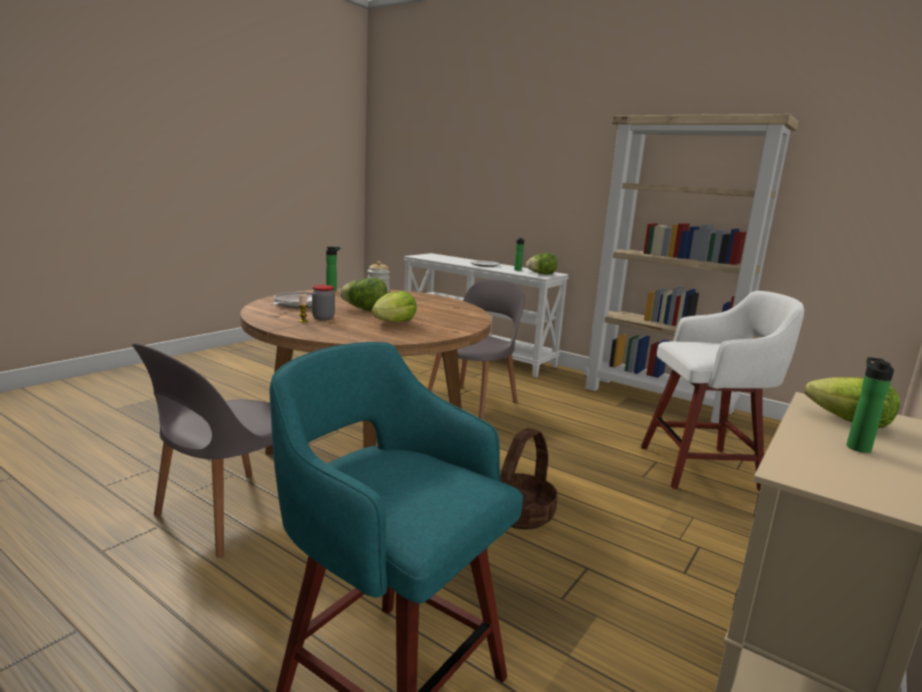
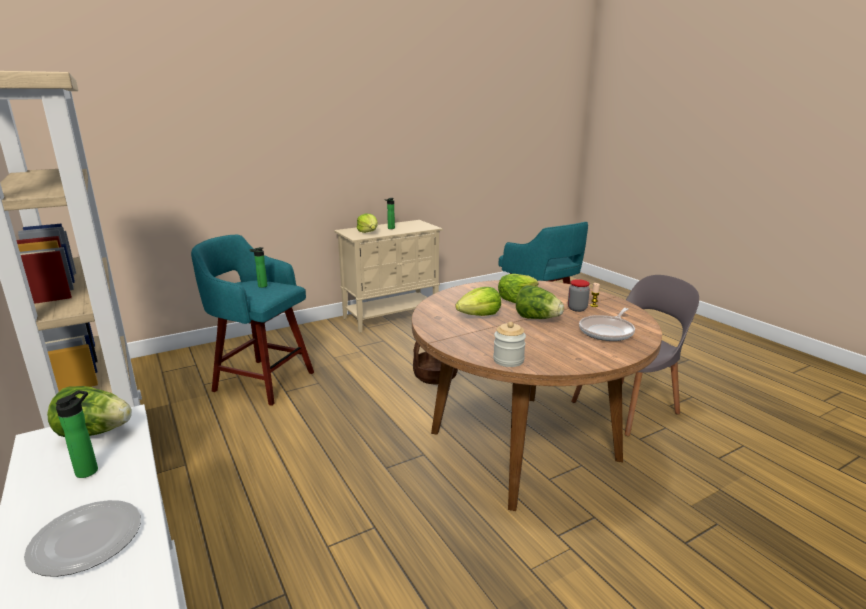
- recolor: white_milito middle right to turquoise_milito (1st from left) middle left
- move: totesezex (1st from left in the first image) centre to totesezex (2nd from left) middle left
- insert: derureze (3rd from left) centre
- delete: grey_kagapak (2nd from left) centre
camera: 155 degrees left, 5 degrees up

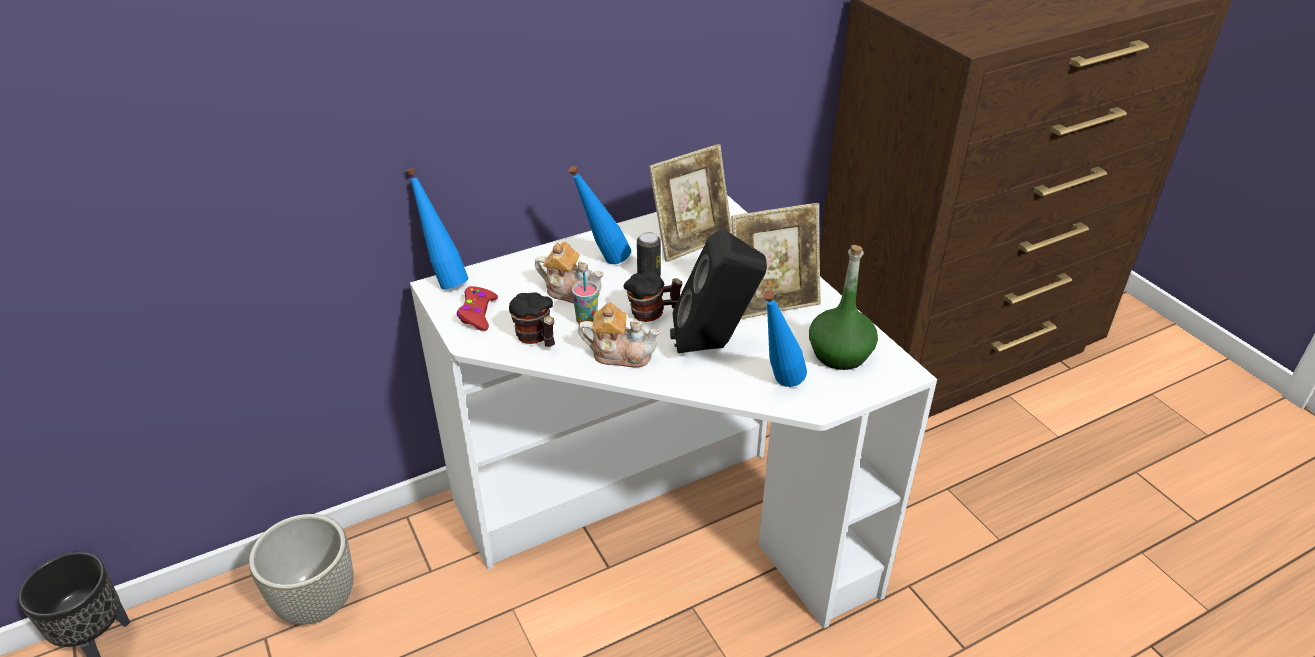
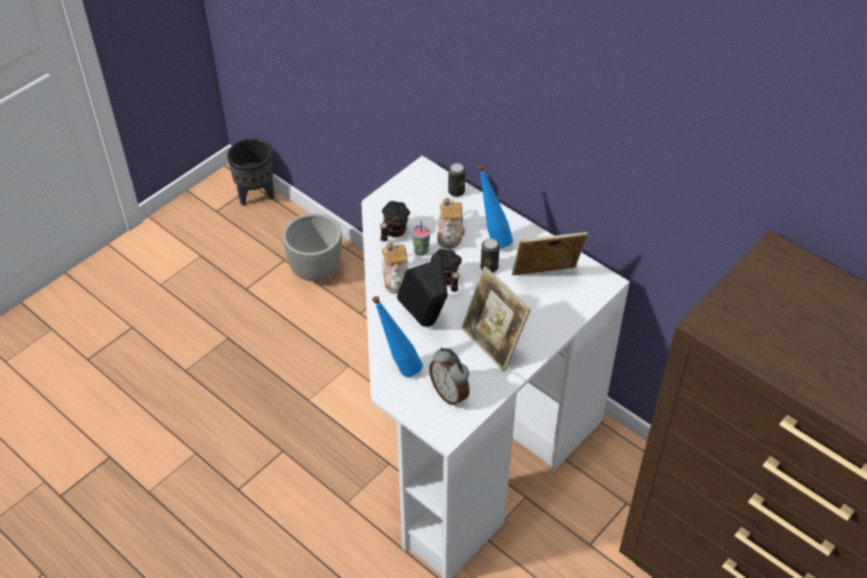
- replace: green_totesezex centre to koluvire centre
- insert: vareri (1st from left) top centre
- rotate: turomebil (1st from left in the first image) top centre = centre 135 degrees clockwise
- delete: blue_totesezex (1st from left) middle left
- delete: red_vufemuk centre
camera: 70 degrees right, 10 degrees up

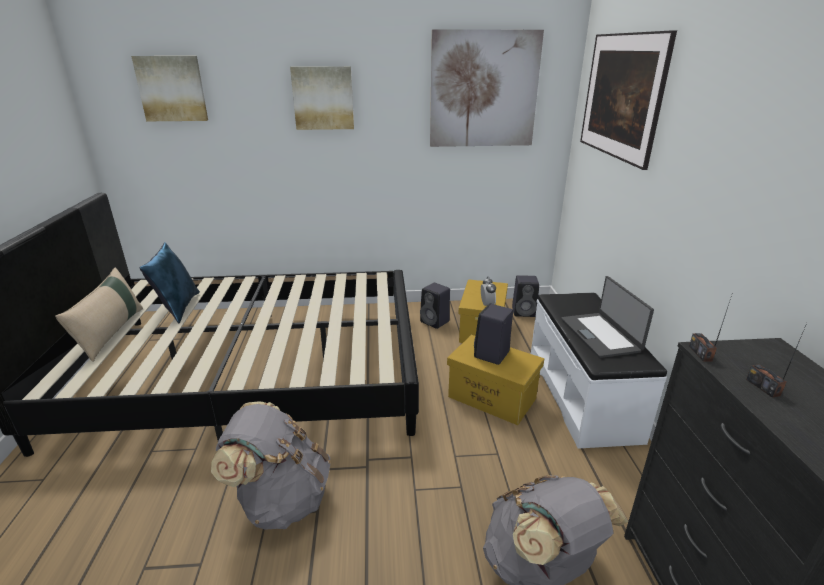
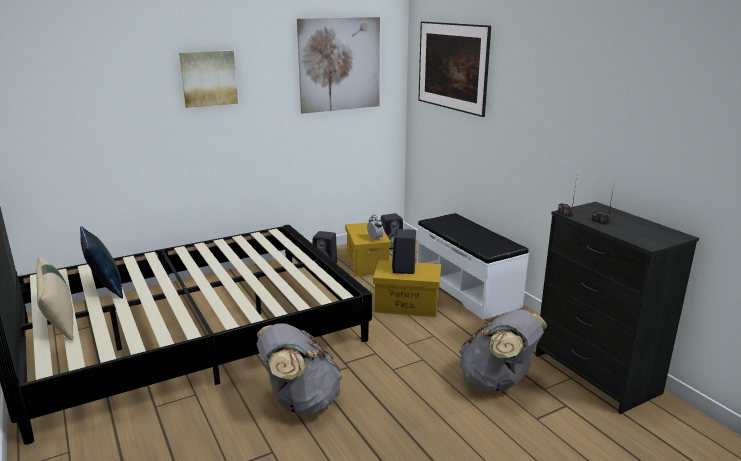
- delete: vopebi (1st from left) top left
- delete: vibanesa middle right
camera: 25 degrees left, 5 degrees down

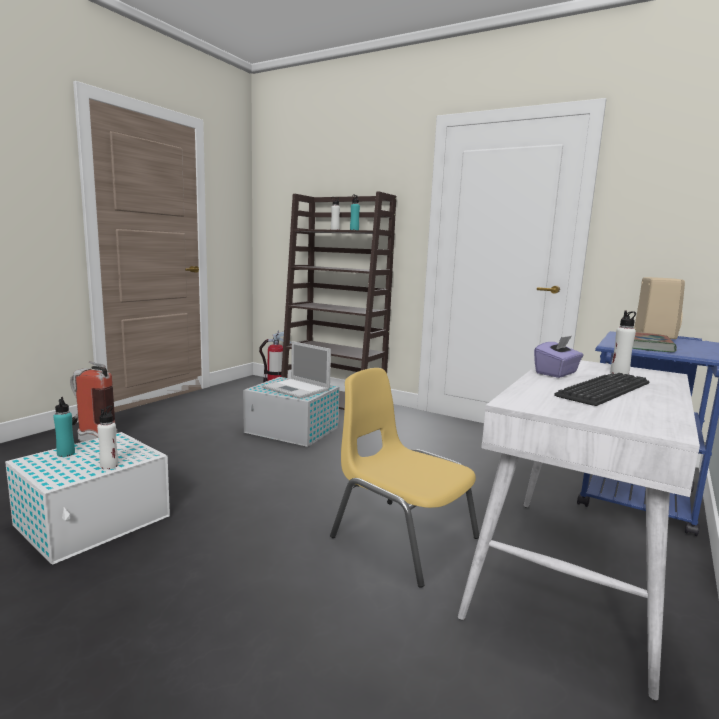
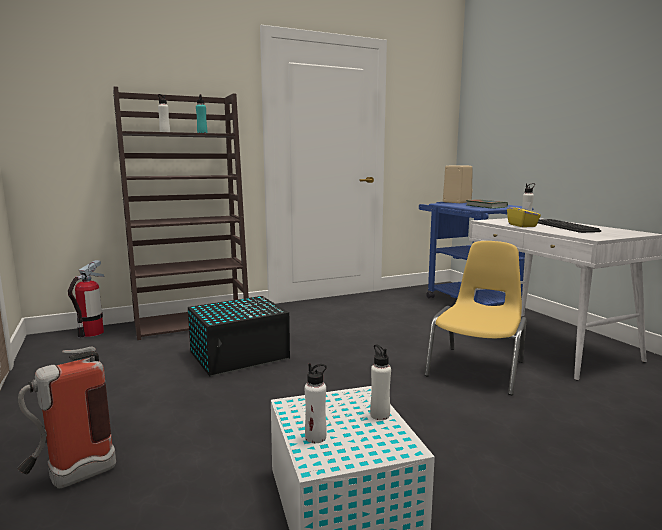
- recolor: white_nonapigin (2nd from left) centre to black_nonapigin centre
- recolor: turquoise_totesezex (1st from left) middle left to white_totesezex (2nd from left) bottom centre
- rotate: yellow_kagapak centre = middle right 135 degrees clockwise
- recolor: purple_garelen middle right to yellow_garelen middle right
- delete: vibanesa centre
camera: 55 degrees left, 0 degrees up

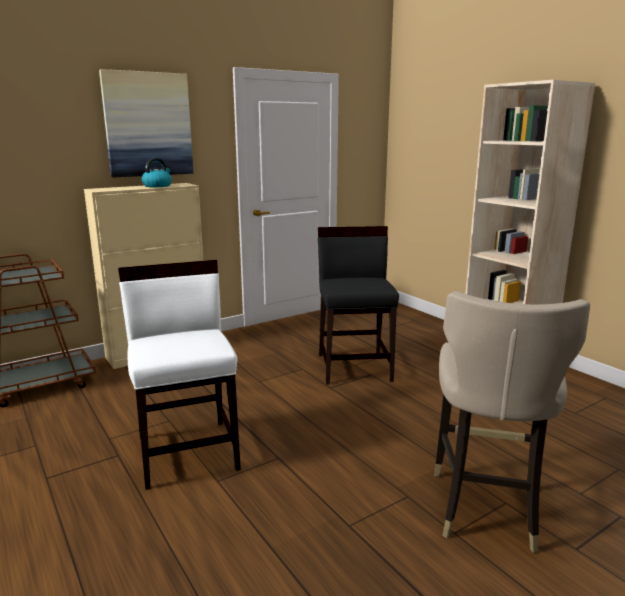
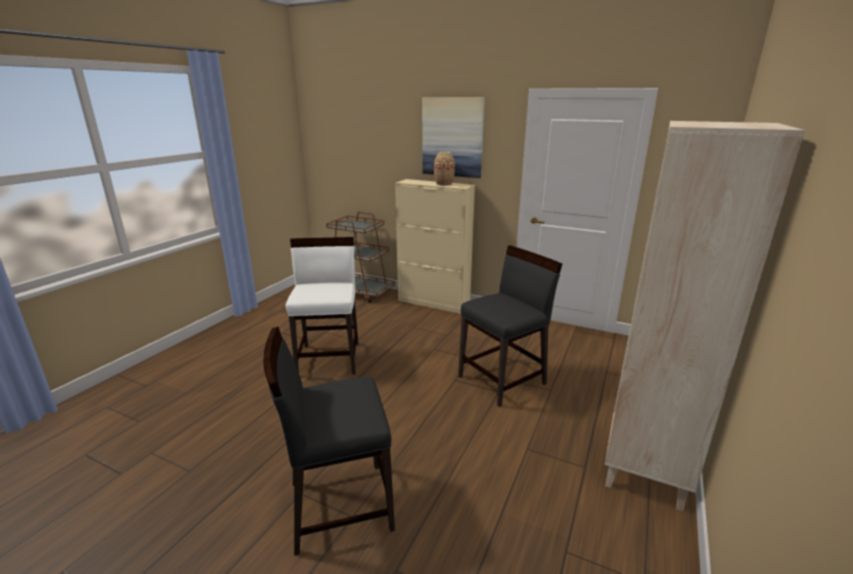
- replace: beige_milito bottom right to black_kagapak (1st from left) bottom centre
- rotate: white_kagapak middle left = centre 45 degrees counterclockwise
- replace: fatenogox top left to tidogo top centre
camera: 60 degrees right, 5 degrees up

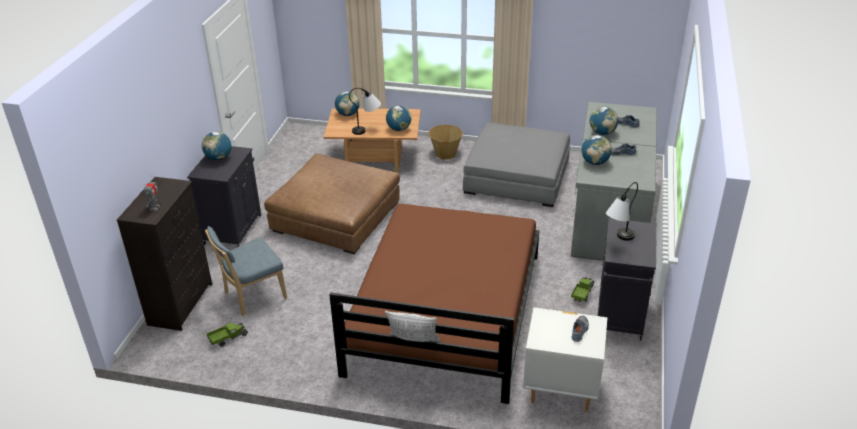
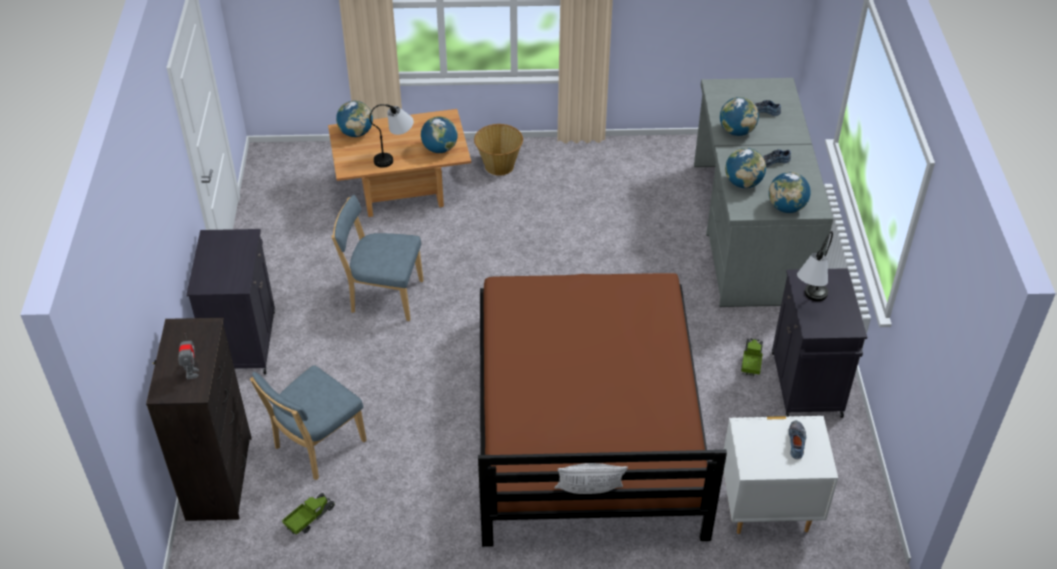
- replace: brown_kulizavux centre to blue_kagapak (2nd from left) centre
- move: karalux (1st from left in the first image) middle left to karalux (5th from left) middle right
- delete: grey_kulizavux centre
camera: 15 degrees left, 10 degrees up

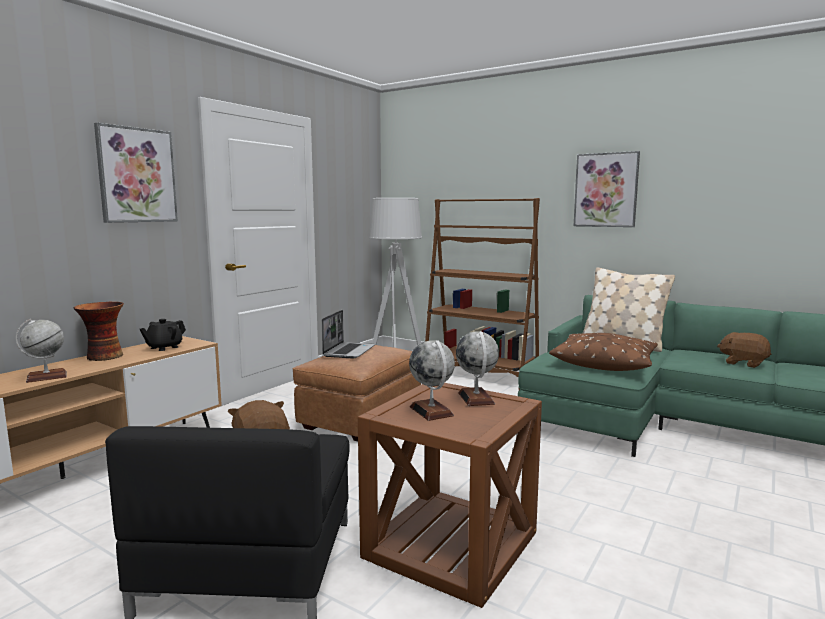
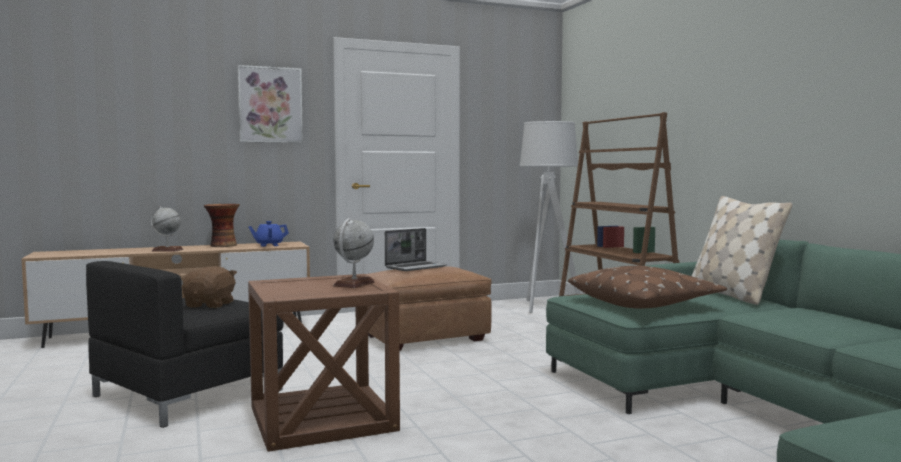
- recolor: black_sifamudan middle left to blue_sifamudan middle left
- delete: karalux (2nd from left) centre
- delete: vopebi (2nd from left) top right
- delete: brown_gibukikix (2nd from left) middle right
camera: 35 degrees right, 5 degrees down

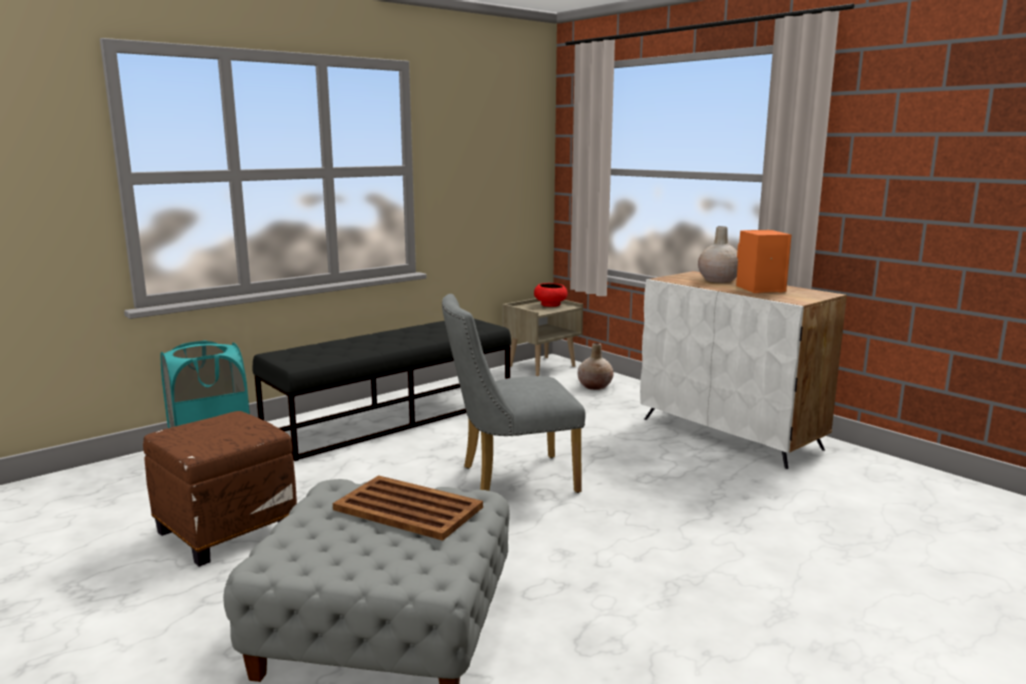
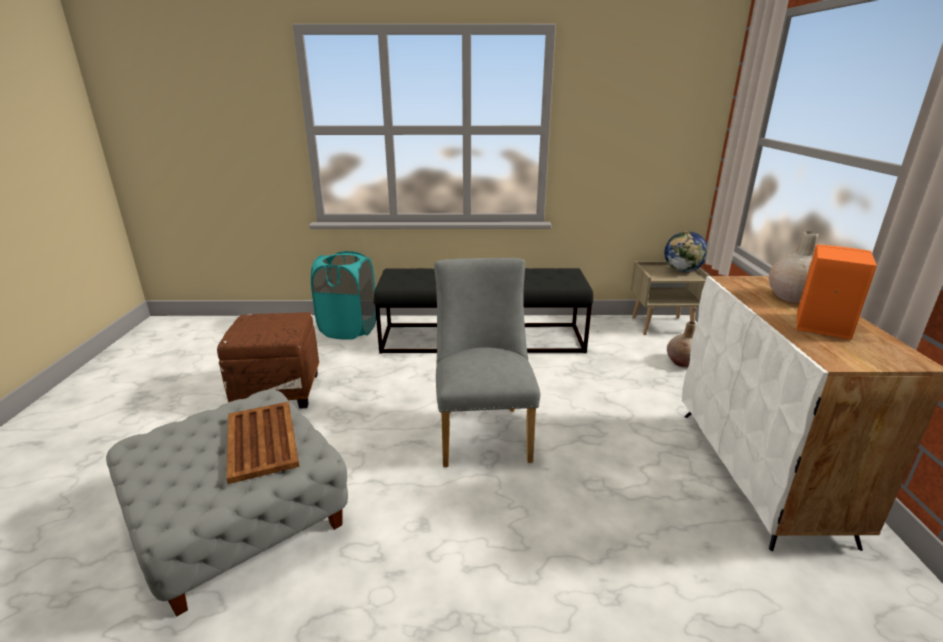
- rotate: grey_kagapak centre = centre 60 degrees clockwise
- replace: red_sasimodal centre to karalux middle right
camera: 40 degrees right, 10 degrees up

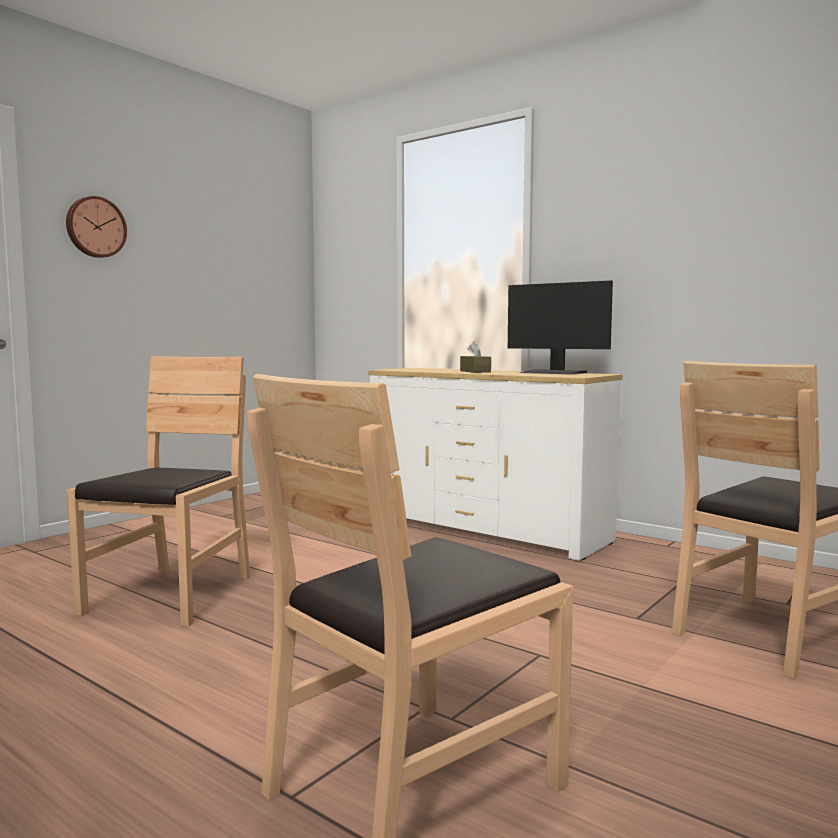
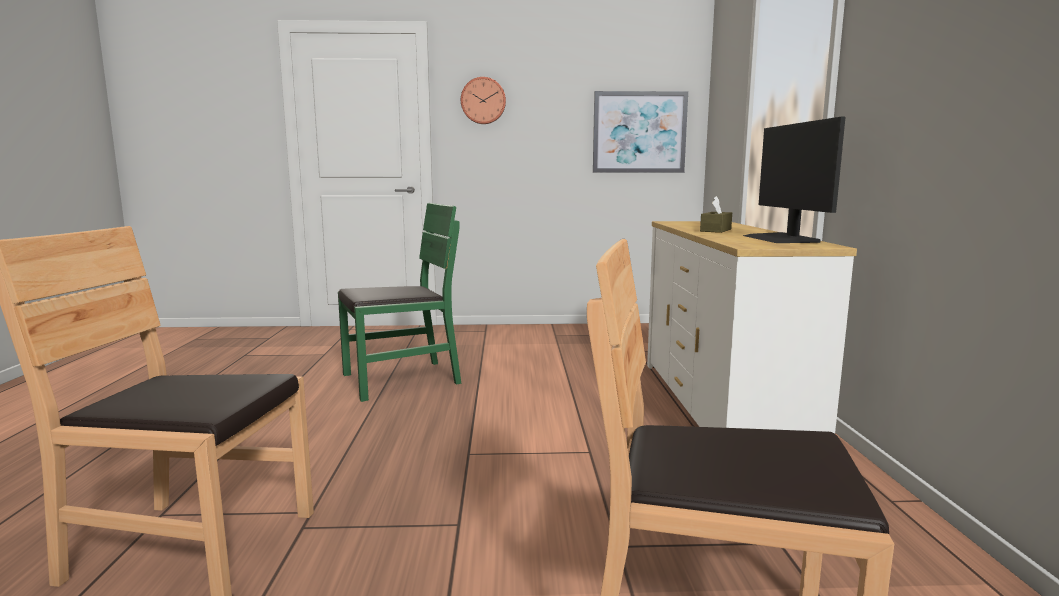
- recolor: brown_kagapak (1st from left) middle left to green_kagapak centre
- insert: vopebi top centre
camera: 50 degrees right, 5 degrees up

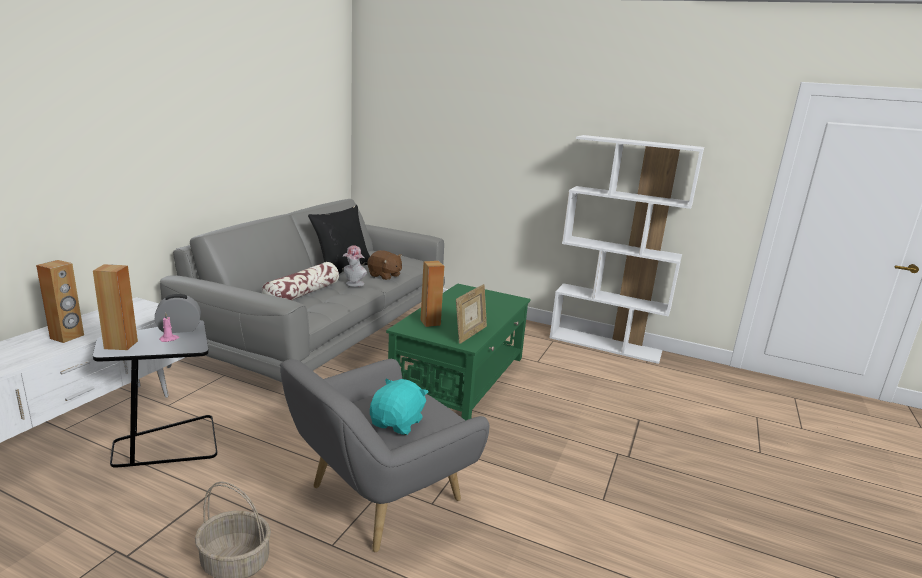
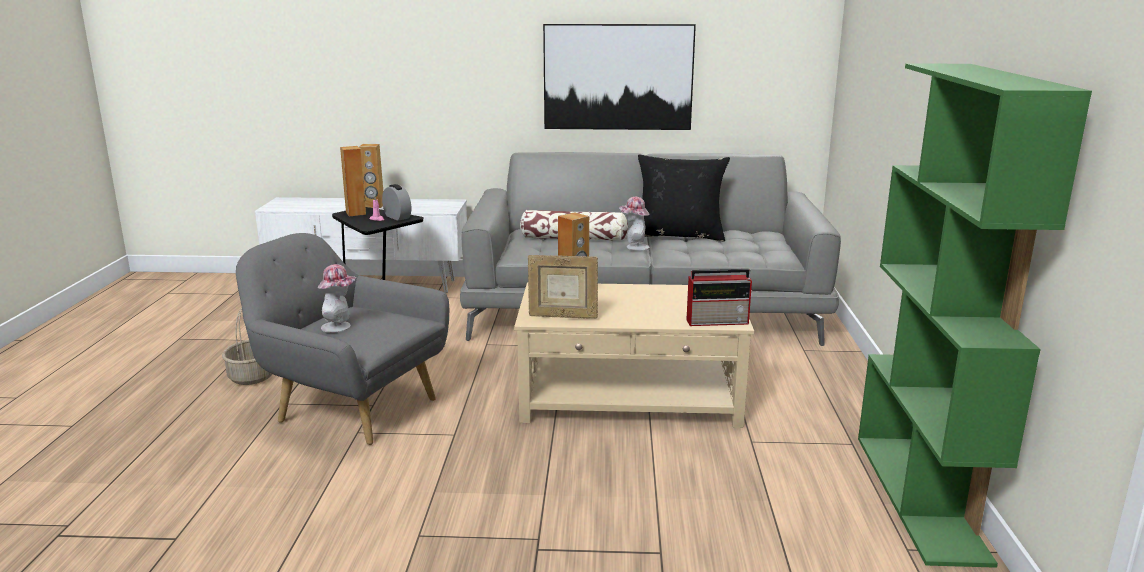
- replace: turquoise_gibukikix bottom centre to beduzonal (1st from left) middle left
- recolor: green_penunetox centre to beige_penunetox centre
- insert: vopebi top centre
- insert: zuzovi centre
- recolor: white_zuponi middle right to green_zuponi middle right
- delete: brown_gibukikix centre
camera: 70 degrees right, 0 degrees up

